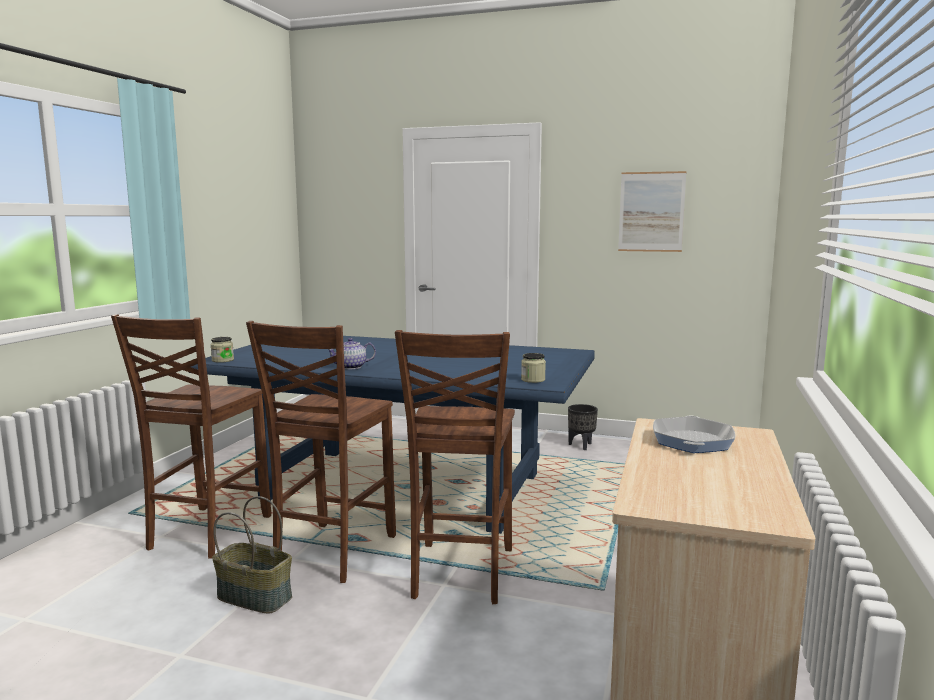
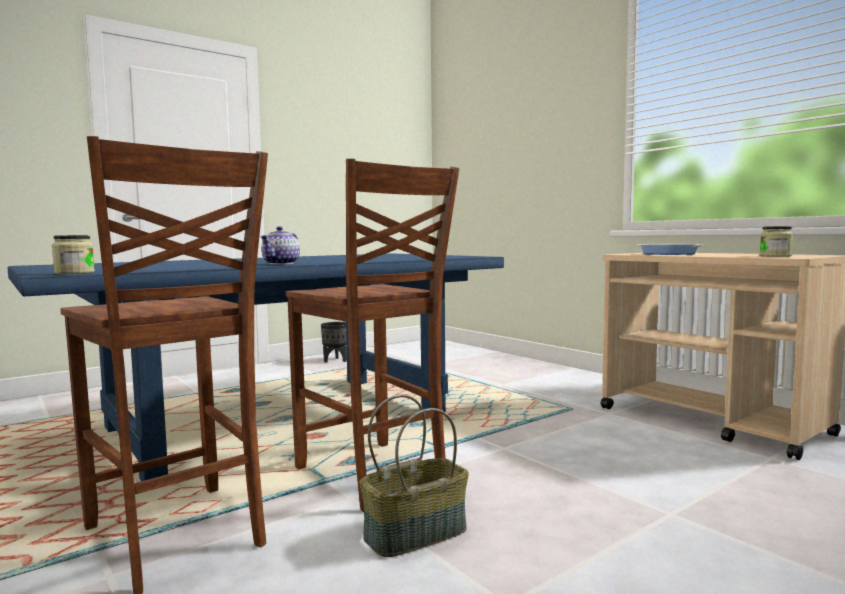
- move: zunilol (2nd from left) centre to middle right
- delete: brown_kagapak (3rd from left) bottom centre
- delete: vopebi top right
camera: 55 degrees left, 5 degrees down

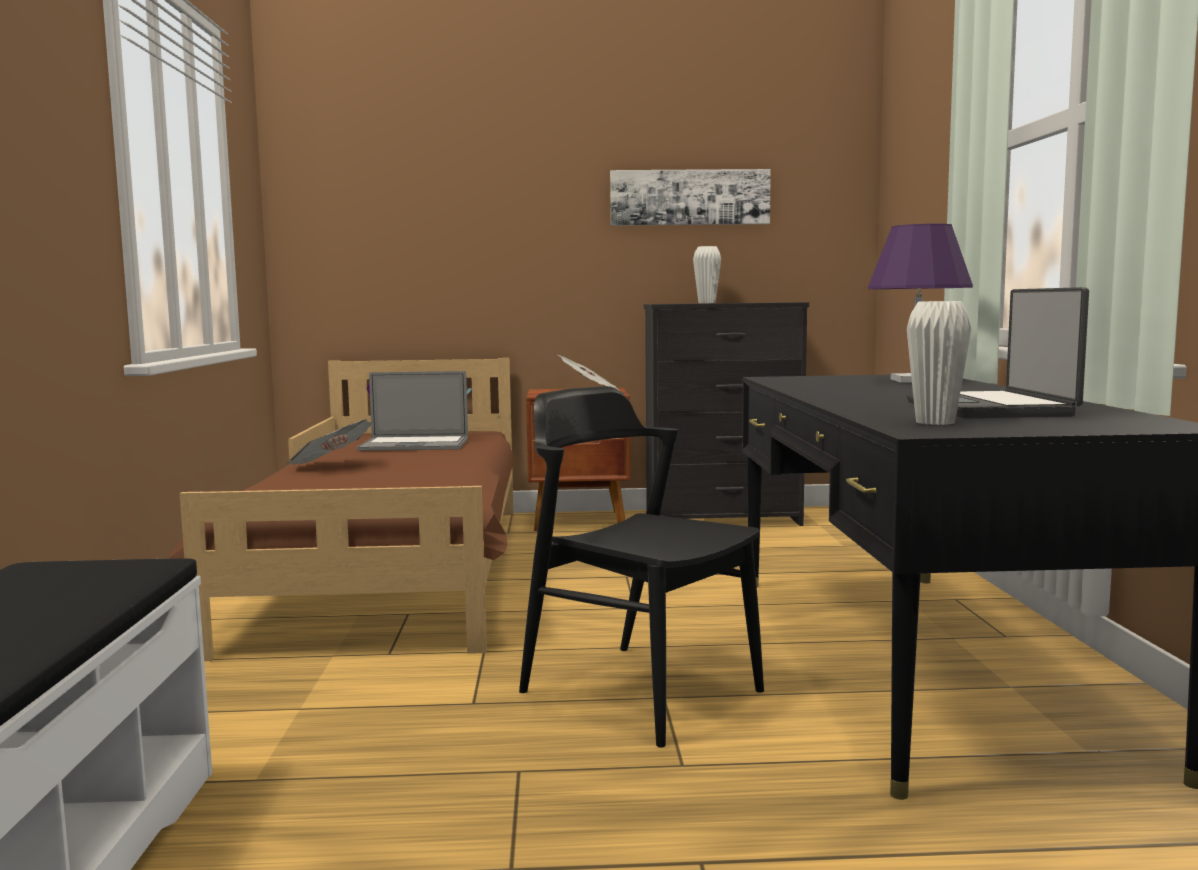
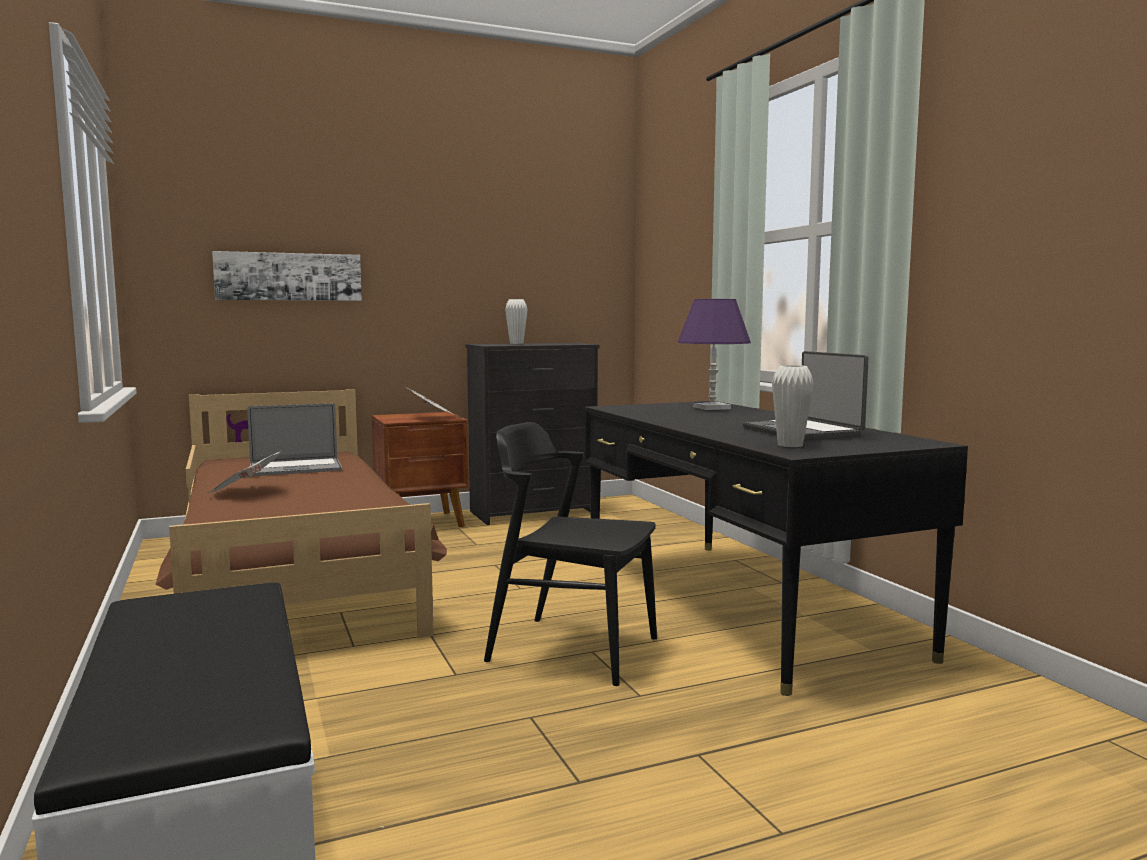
- move: vopebi top centre to top left
camera: 20 degrees left, 0 degrees up

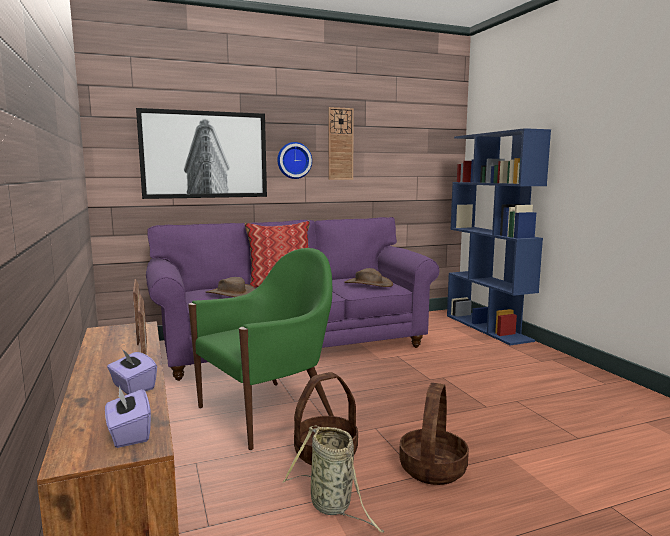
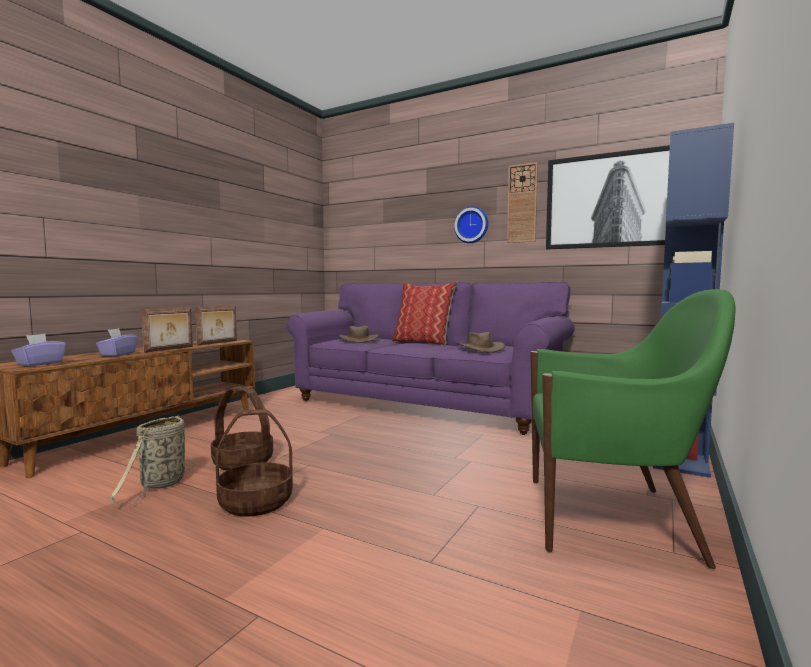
- move: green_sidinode centre to middle right
- move: vopebi top left to top right
camera: 50 degrees right, 5 degrees down

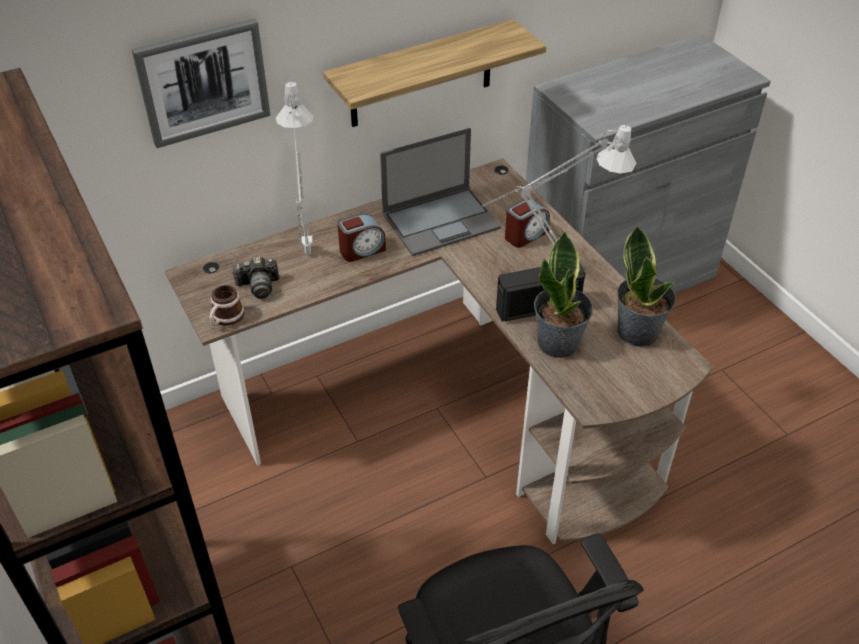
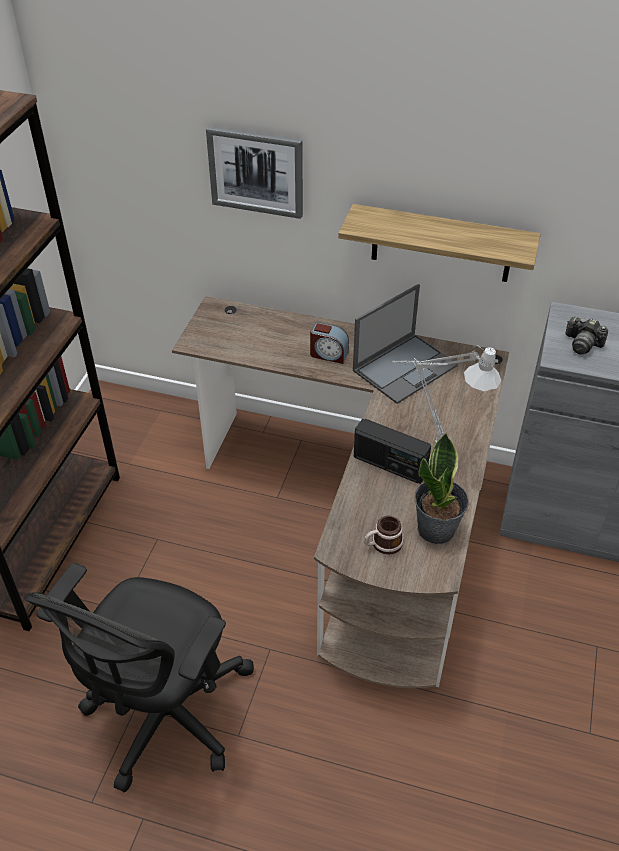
- rotate: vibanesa top centre = centre 60 degrees counterclockwise
- move: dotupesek middle left to centre
- move: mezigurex middle left to middle right
- delete: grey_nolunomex (1st from left) top centre
- delete: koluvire (2nd from left) centre
- delete: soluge (1st from left) centre
camera: 45 degrees right, 0 degrees up

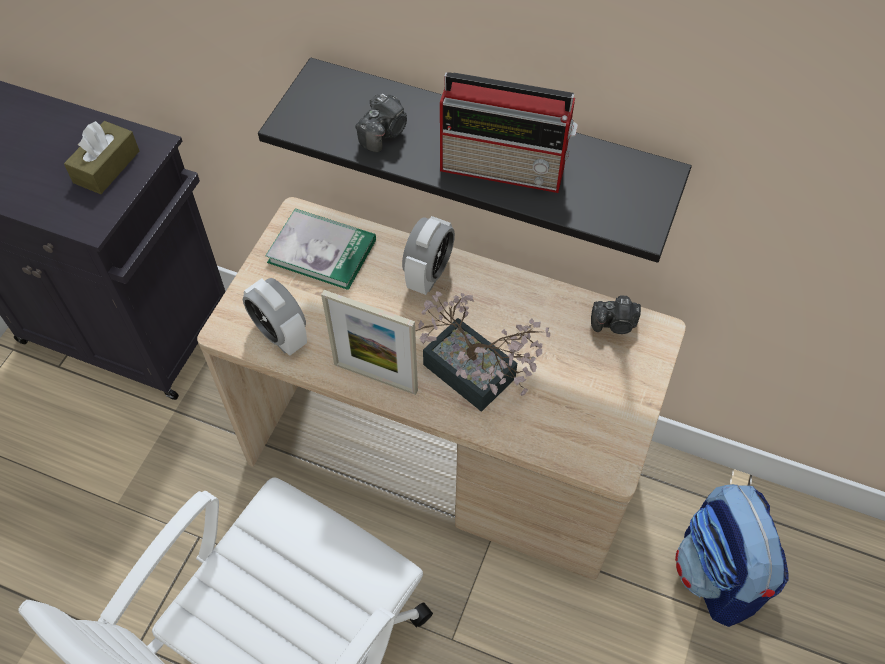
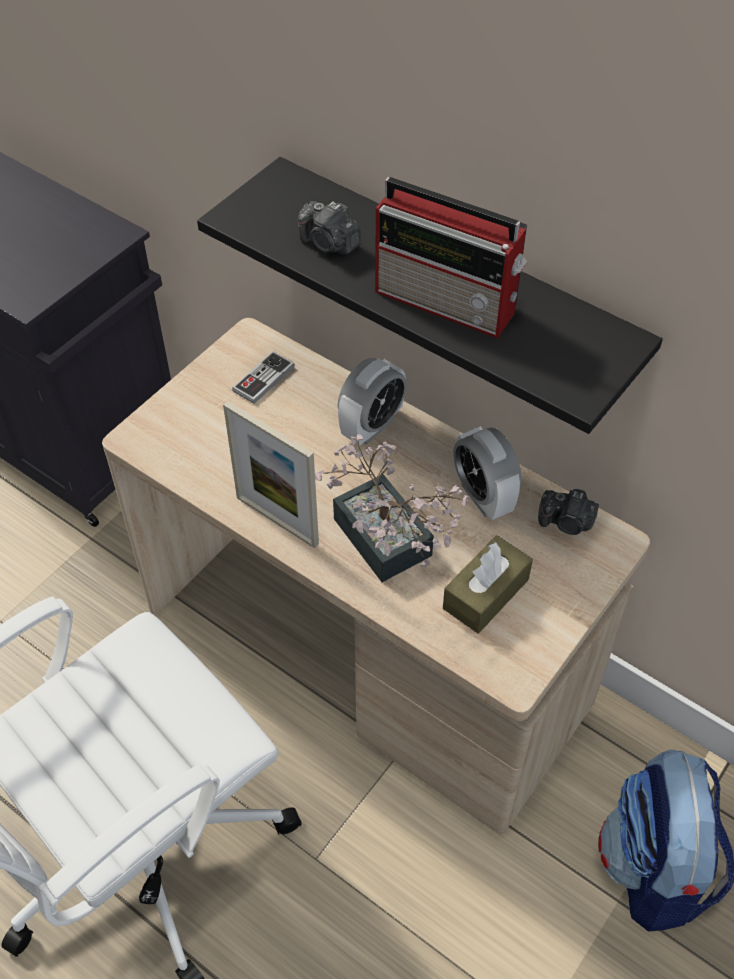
- replace: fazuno centre to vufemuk centre
- rotate: mezigurex (1st from left) top centre = top centre 75 degrees clockwise
- move: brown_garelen top left to centre
- move: koluvire (1st from left in the first image) middle left to koluvire (2nd from left) centre
camera: 15 degrees right, 5 degrees down

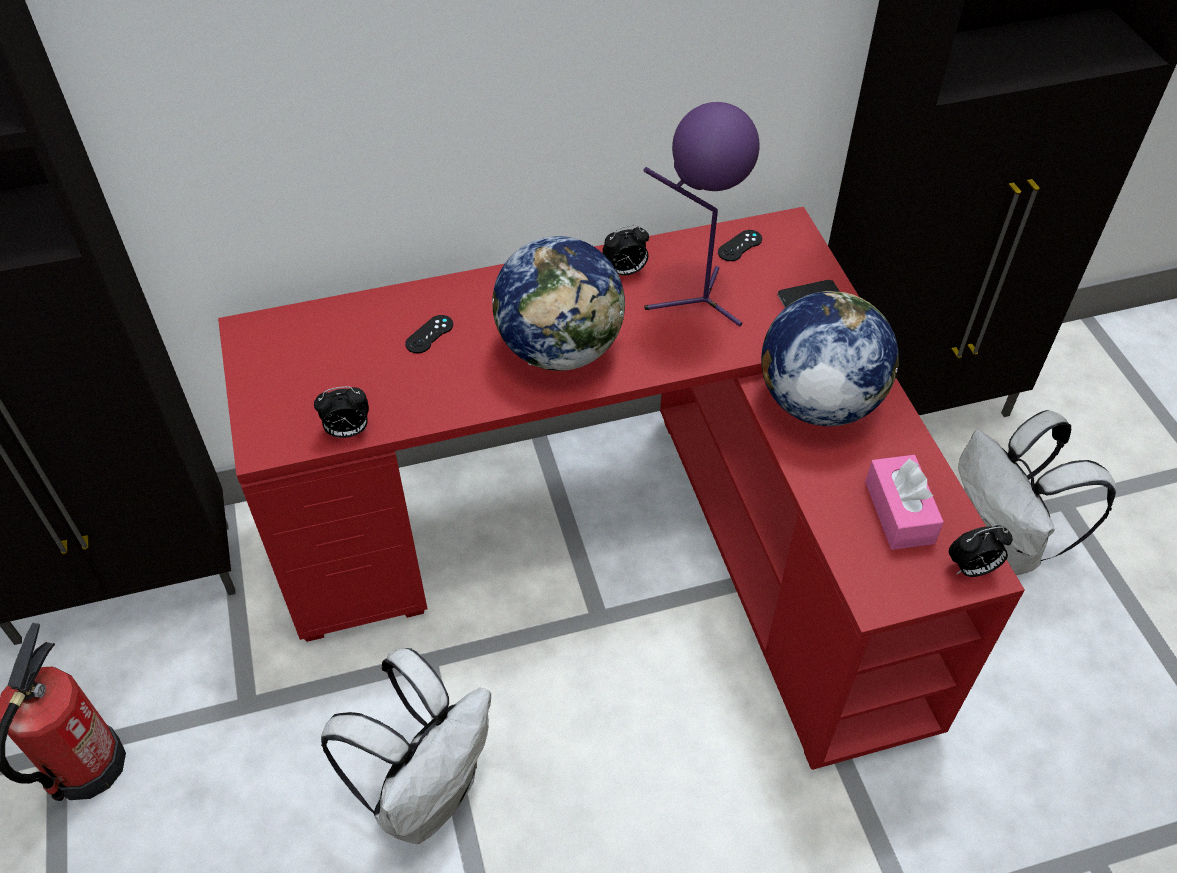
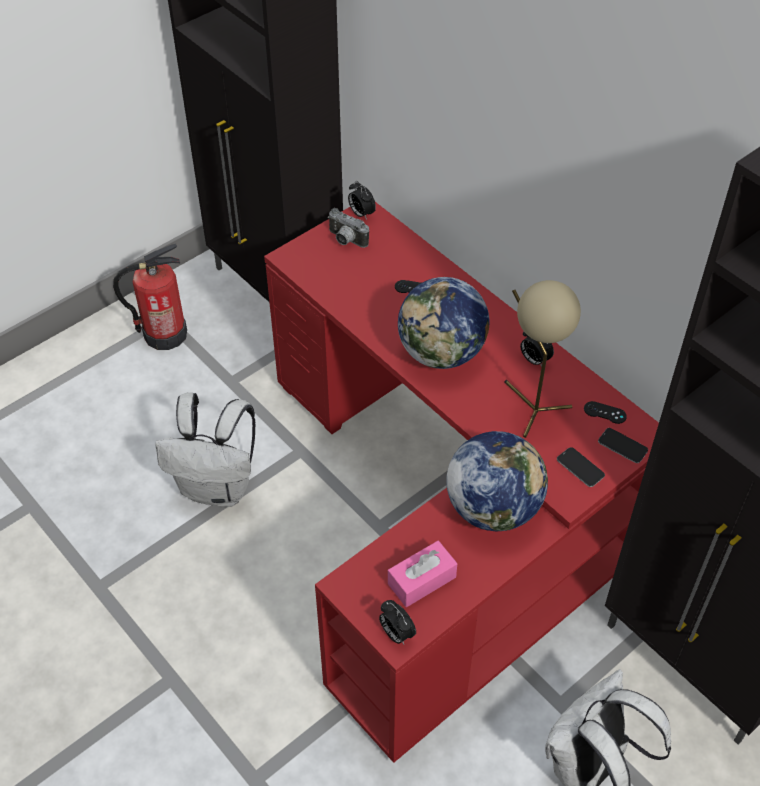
- insert: mezigurex top centre
- move: koluvire (1st from left) middle left to top centre
- recolor: purple_nolunomex top centre to beige_nolunomex middle right
- insert: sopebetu (2nd from left) middle right
camera: 65 degrees right, 0 degrees up

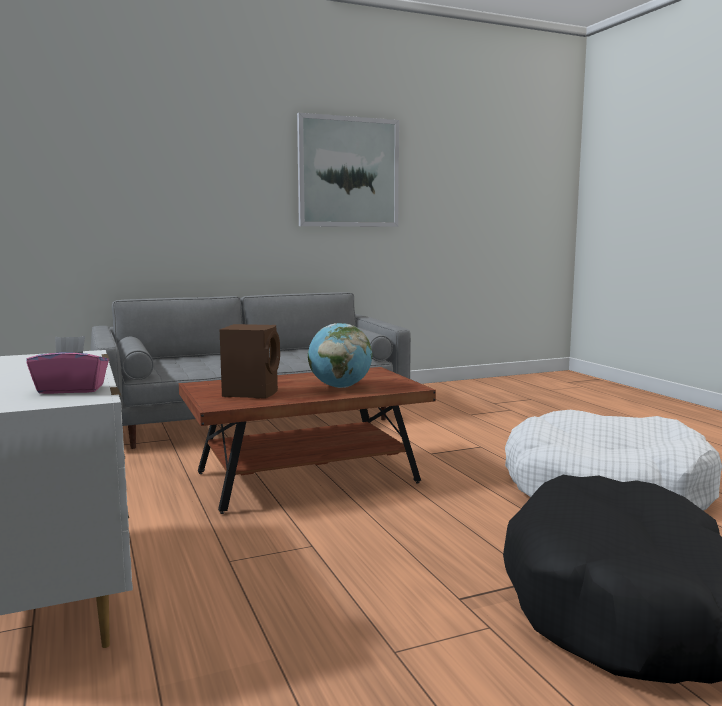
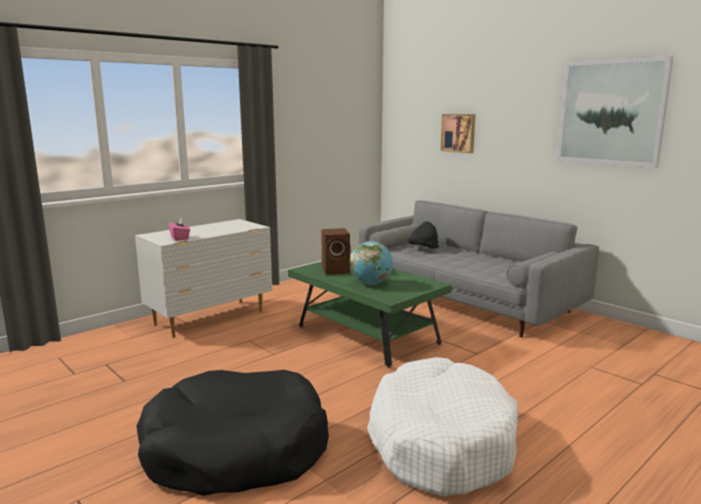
- recolor: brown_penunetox centre to green_penunetox centre
- insert: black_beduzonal centre
- insert: vopebi (1st from left) top centre
camera: 70 degrees right, 5 degrees up

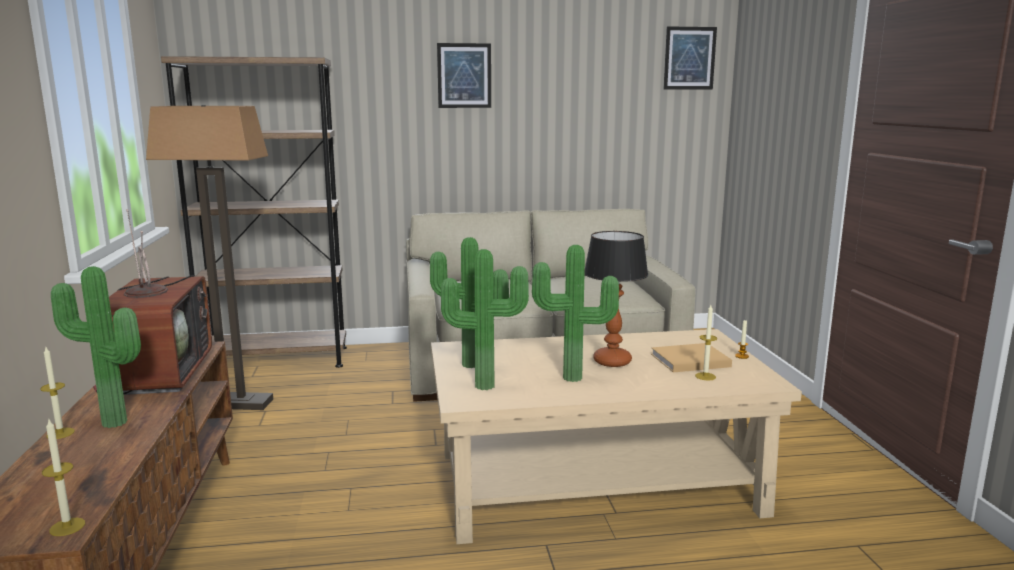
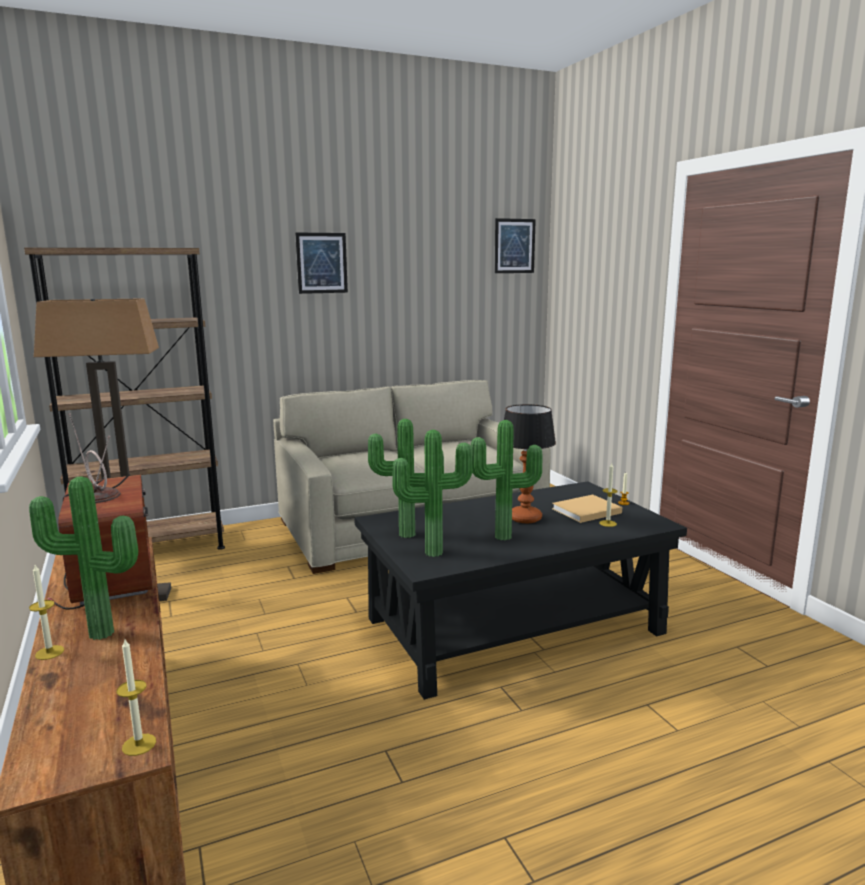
- recolor: beige_penunetox bottom centre to black_penunetox bottom centre
camera: 15 degrees left, 0 degrees up

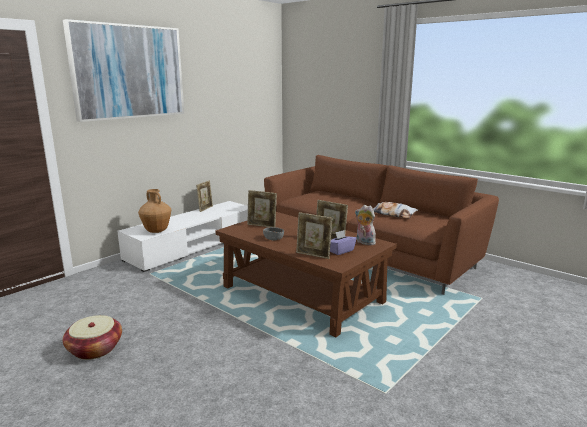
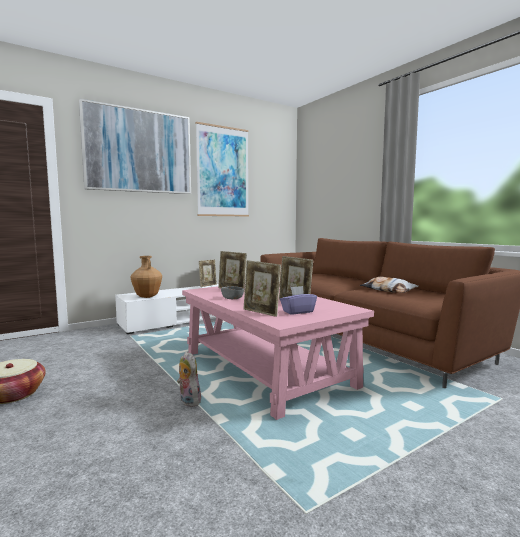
- move: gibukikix centre to bottom centre
- recolor: brown_penunetox centre to pink_penunetox centre
- insert: vopebi (2nd from left) top centre
camera: 15 degrees right, 10 degrees down

